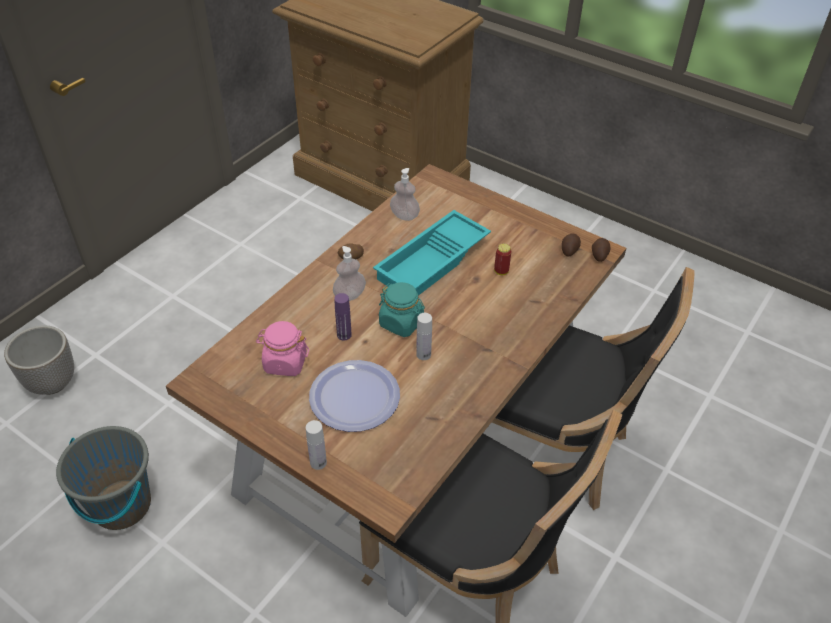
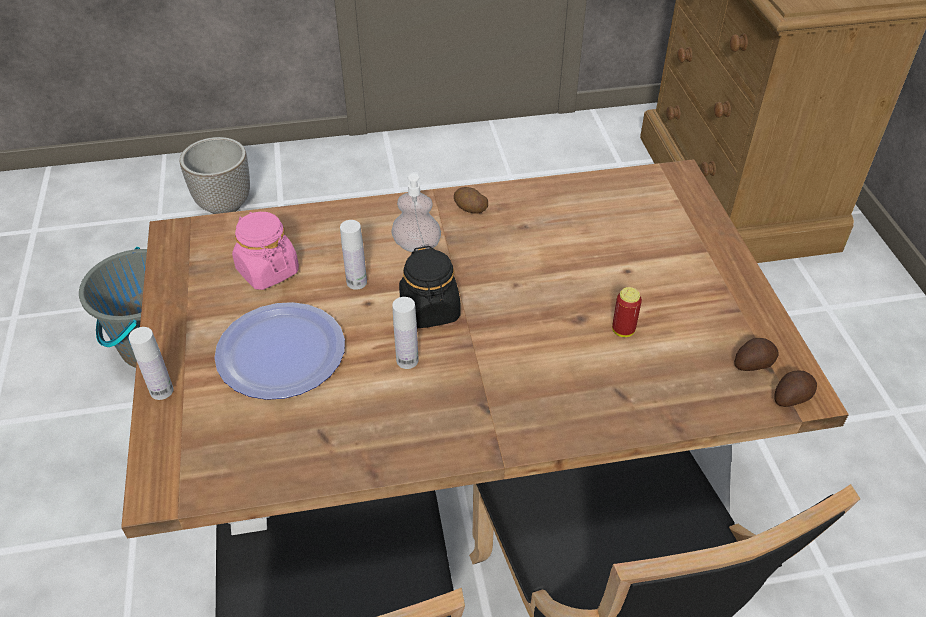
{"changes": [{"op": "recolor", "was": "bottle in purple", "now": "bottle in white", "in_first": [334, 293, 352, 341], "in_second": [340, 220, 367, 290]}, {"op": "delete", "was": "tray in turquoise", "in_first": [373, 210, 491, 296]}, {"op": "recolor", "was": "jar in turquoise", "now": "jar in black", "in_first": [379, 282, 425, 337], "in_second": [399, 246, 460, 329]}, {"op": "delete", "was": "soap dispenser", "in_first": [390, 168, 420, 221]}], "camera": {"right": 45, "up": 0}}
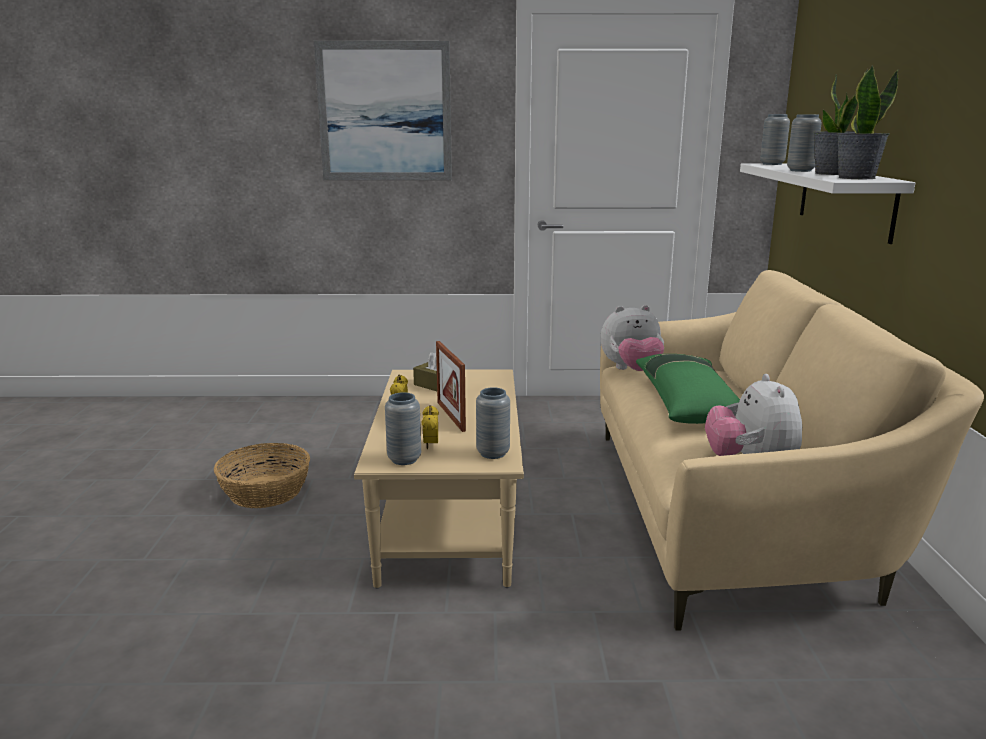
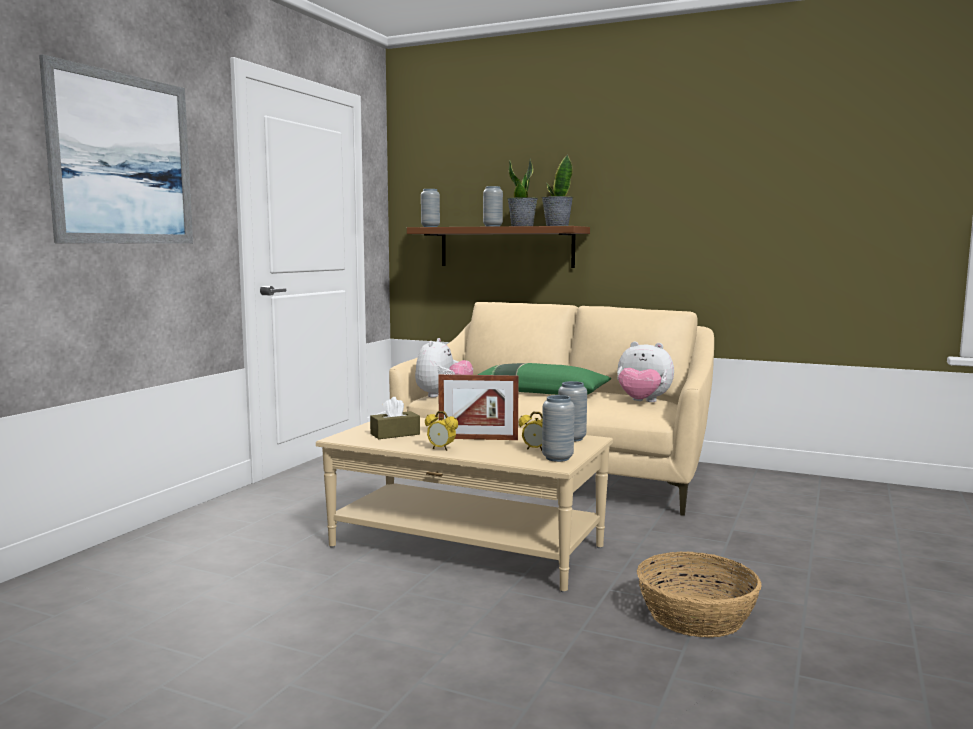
{"changes": [{"op": "move", "was": "basket", "in_first": [214, 443, 310, 508], "in_second": [637, 552, 762, 637]}, {"op": "recolor", "was": "shelf in white", "now": "shelf in brown", "in_first": [740, 164, 915, 244], "in_second": [407, 226, 590, 268]}], "camera": {"right": -65, "up": -10}}
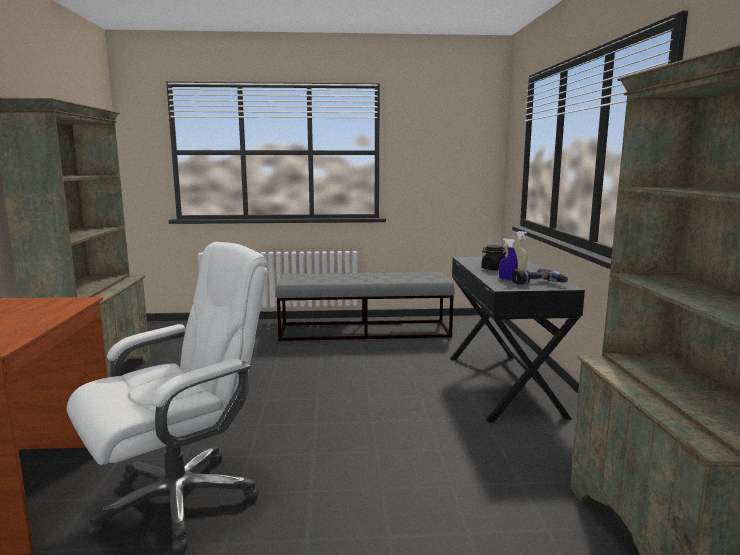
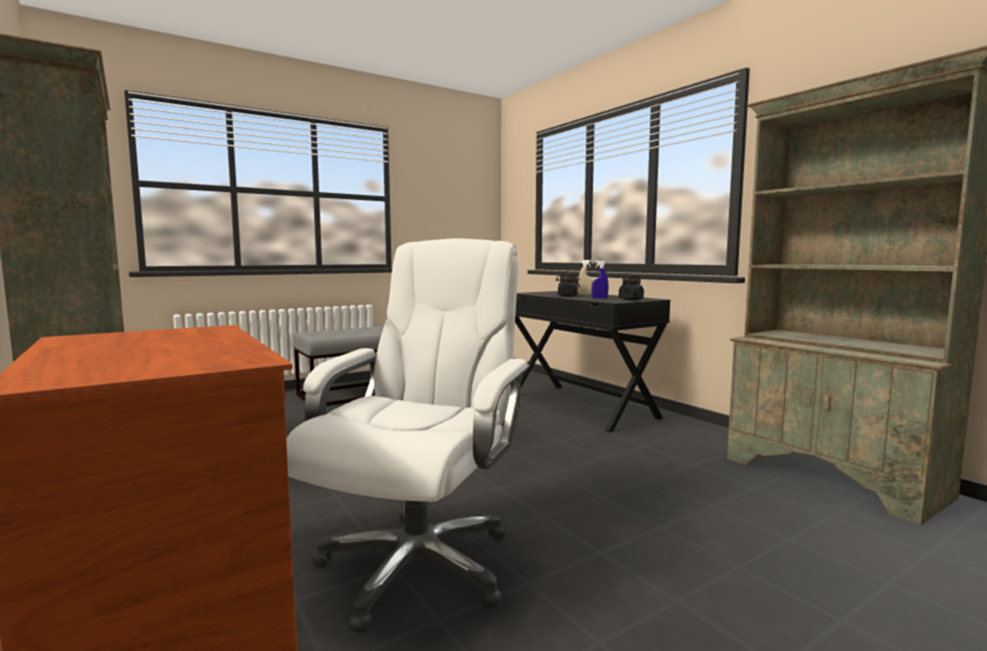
{"changes": [{"op": "replace", "was": "power drill", "now": "jar in black", "in_first": [512, 268, 568, 285], "in_second": [619, 275, 644, 300]}], "camera": {"right": -30, "up": -5}}
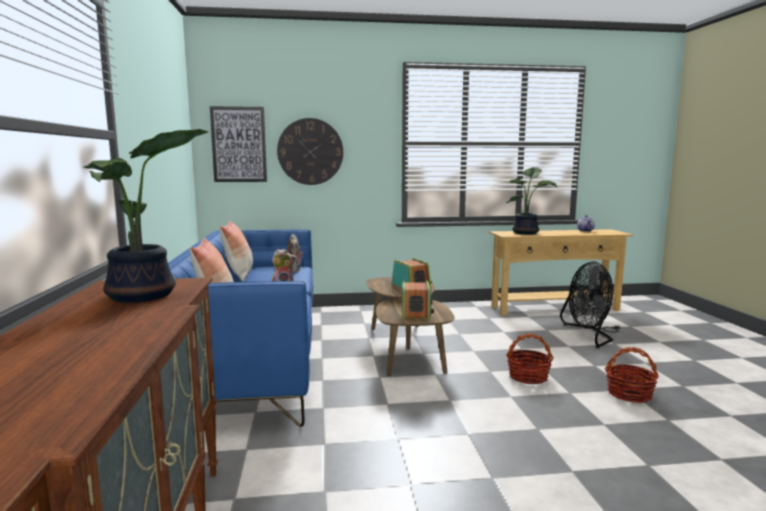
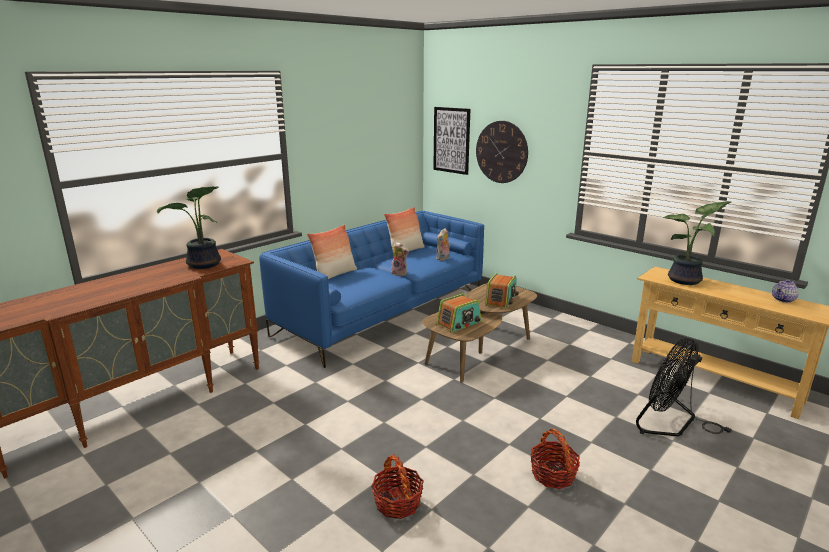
{"changes": [{"op": "move", "was": "basket", "in_first": [506, 333, 554, 384], "in_second": [371, 454, 424, 519]}], "camera": {"right": 50, "up": 10}}
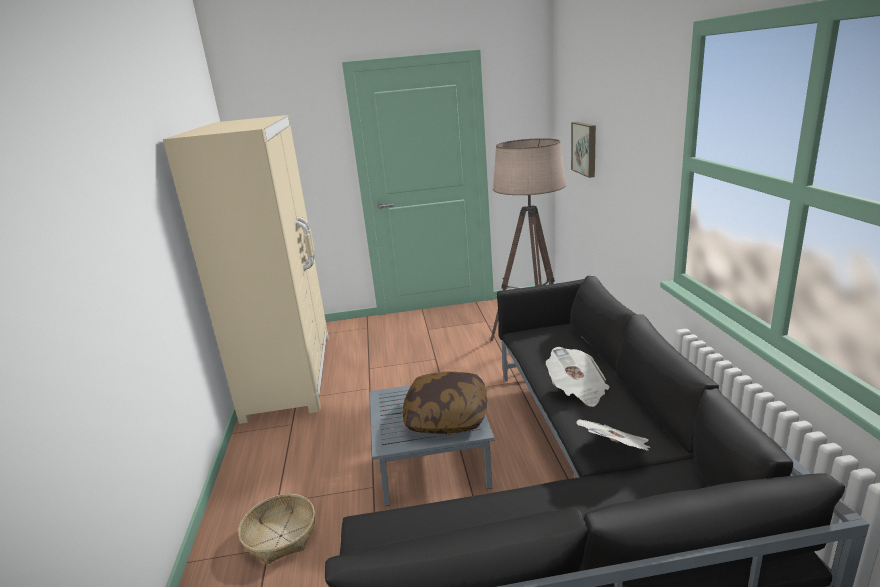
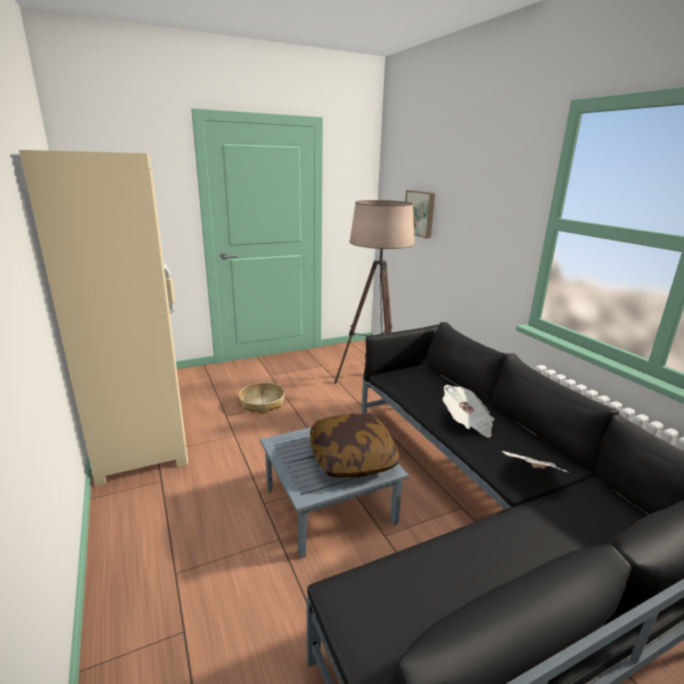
{"changes": [{"op": "move", "was": "basket", "in_first": [238, 494, 315, 564], "in_second": [239, 382, 285, 415]}], "camera": {"right": -20, "up": 0}}
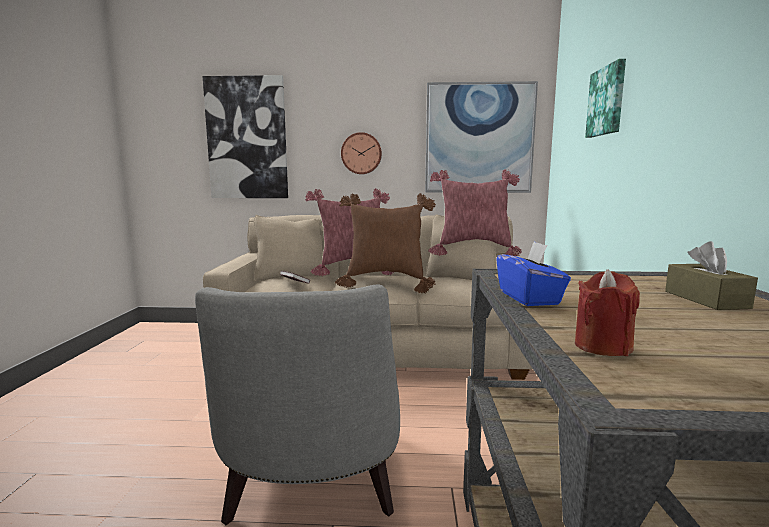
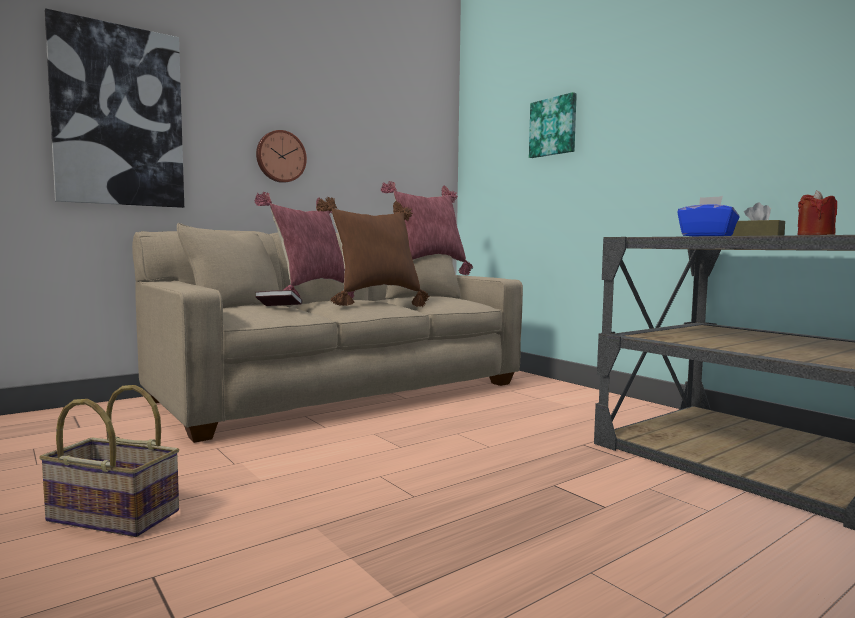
{"changes": [{"op": "delete", "was": "armchair in grey", "in_first": [195, 284, 400, 525]}, {"op": "delete", "was": "picture", "in_first": [425, 81, 538, 193]}, {"op": "insert", "now": "basket", "in_second": [39, 385, 179, 537]}], "camera": {"right": -40, "up": -5}}
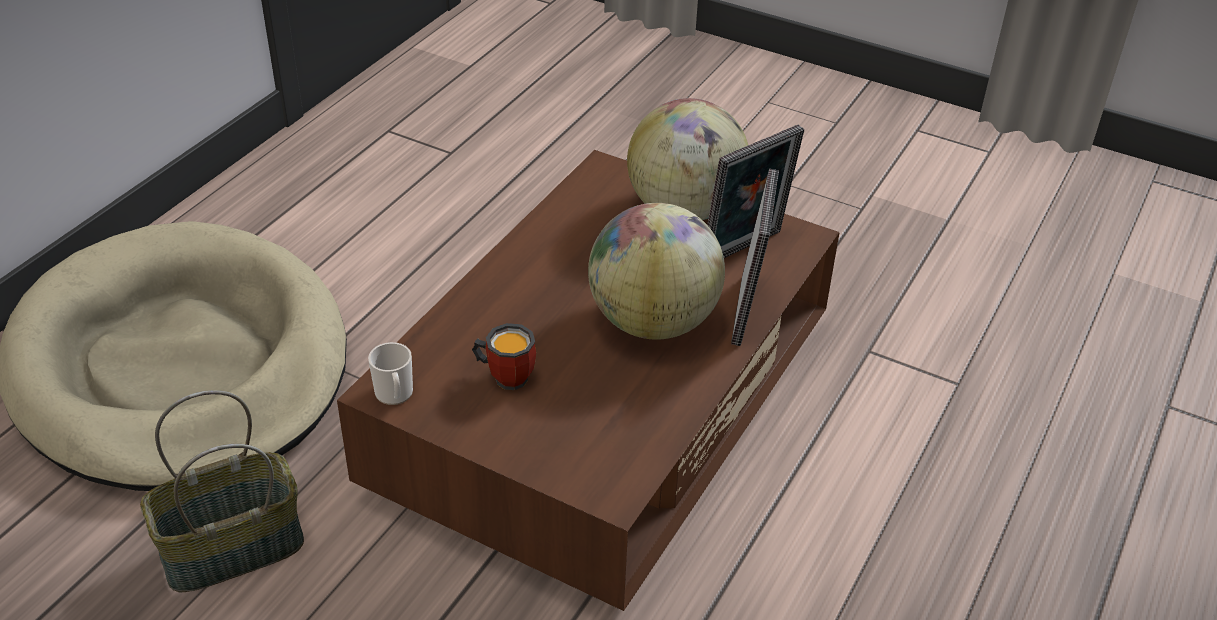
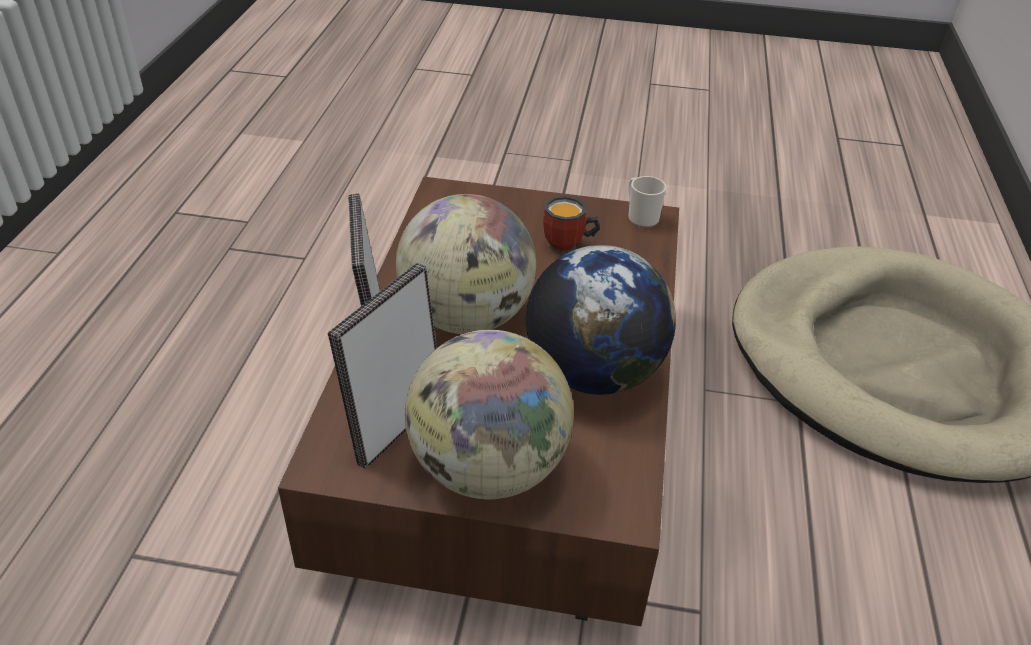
{"changes": [{"op": "delete", "was": "basket", "in_first": [140, 390, 304, 592]}, {"op": "insert", "now": "globe", "in_second": [526, 245, 676, 395]}], "camera": {"right": 160, "up": 0}}
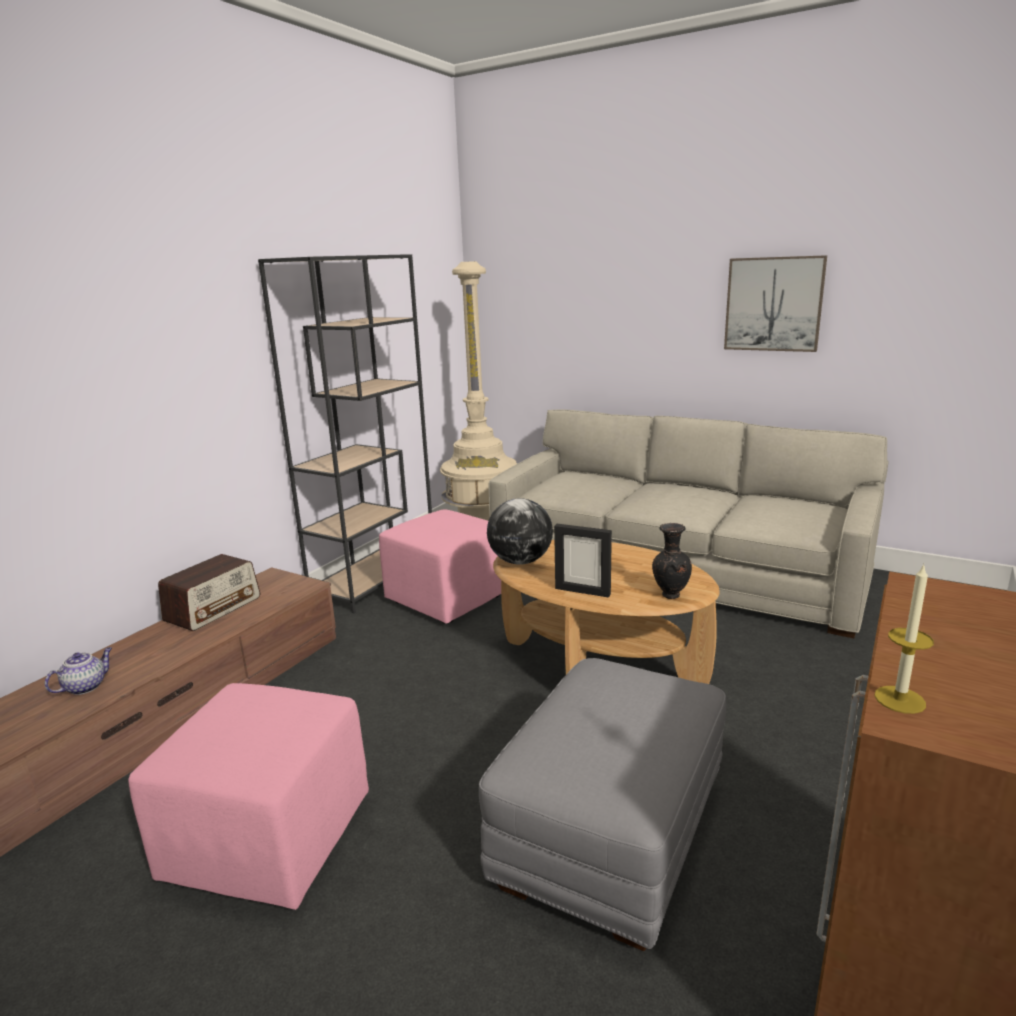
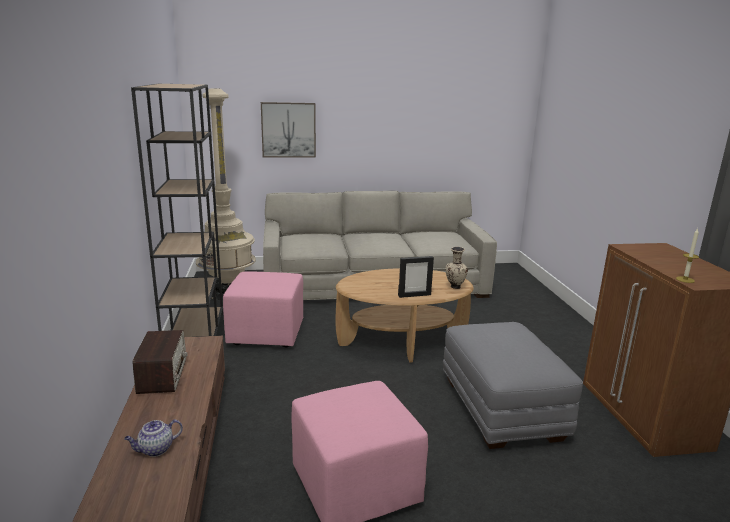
{"changes": [{"op": "rotate", "was": "teapot", "in_first": [45, 647, 112, 695], "in_second": [124, 420, 183, 457], "clockwise": -120}, {"op": "delete", "was": "globe", "in_first": [487, 498, 553, 565]}, {"op": "recolor", "was": "vase in black", "now": "vase in beige", "in_first": [652, 523, 692, 599], "in_second": [445, 247, 468, 289]}, {"op": "move", "was": "picture", "in_first": [724, 255, 827, 352], "in_second": [261, 102, 316, 158]}], "camera": {"right": -40, "up": 0}}
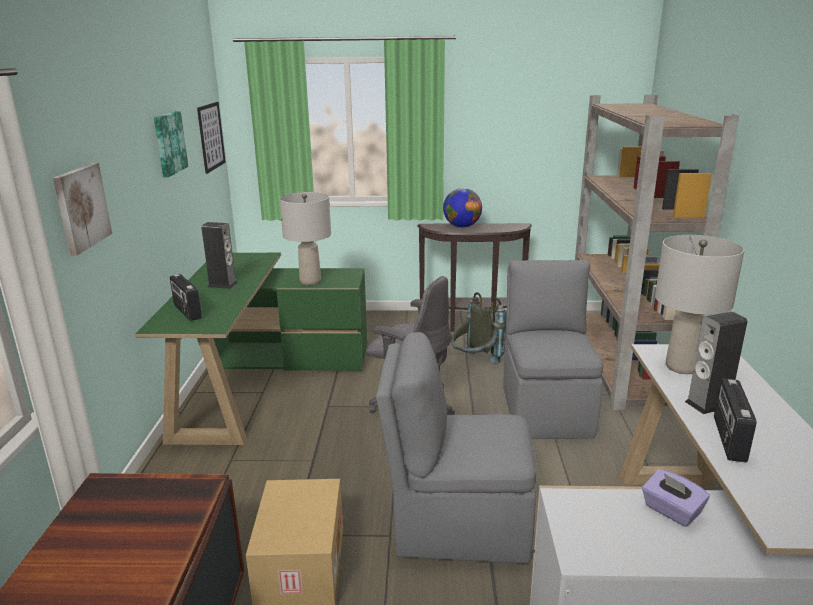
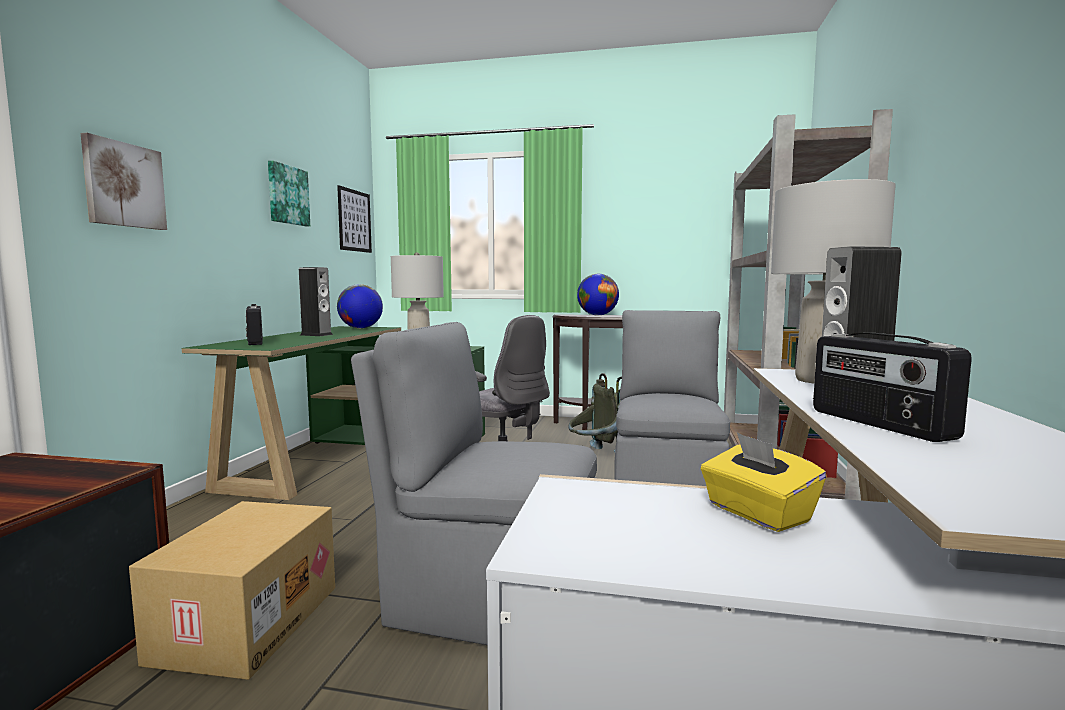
{"changes": [{"op": "recolor", "was": "tissue box in purple", "now": "tissue box in yellow", "in_first": [642, 469, 710, 527], "in_second": [701, 432, 827, 532]}, {"op": "rotate", "was": "radio", "in_first": [714, 379, 756, 463], "in_second": [813, 333, 972, 442], "clockwise": -45}, {"op": "insert", "now": "globe", "in_second": [337, 284, 383, 328]}], "camera": {"right": 10, "up": -15}}
